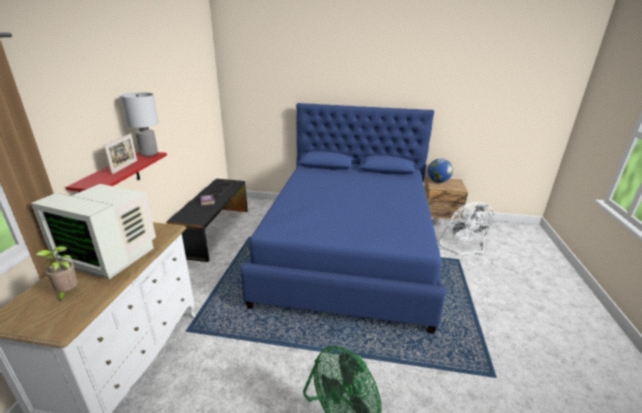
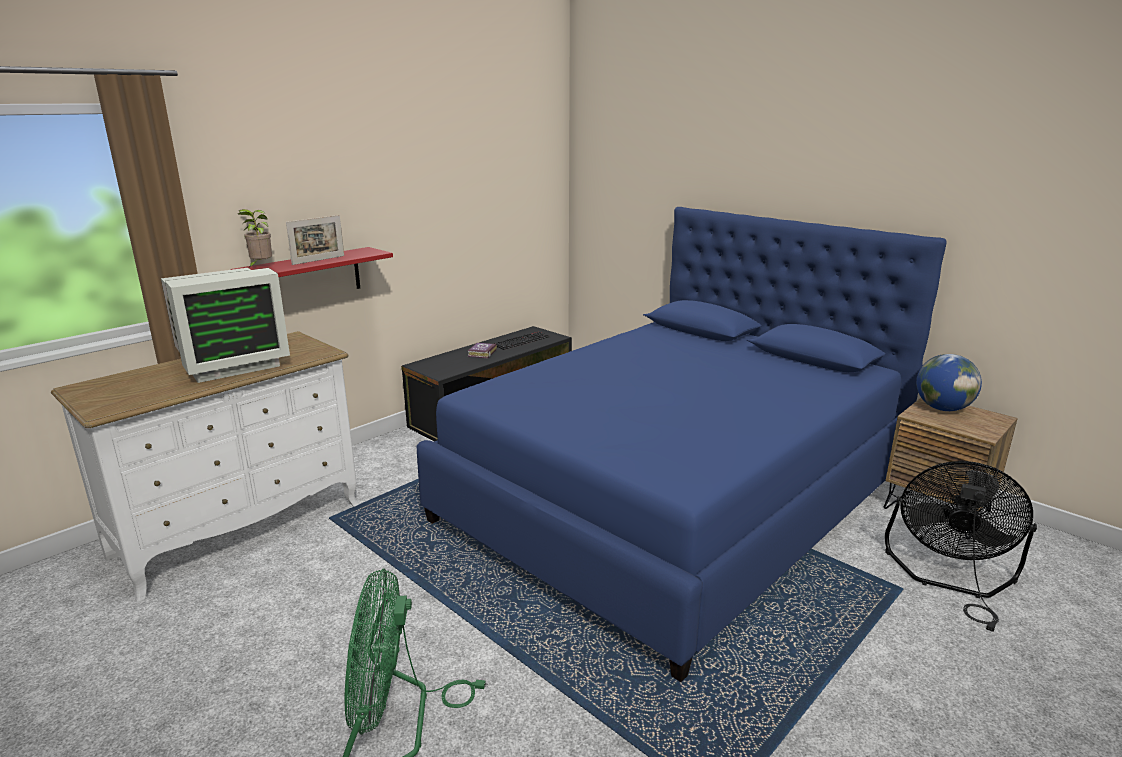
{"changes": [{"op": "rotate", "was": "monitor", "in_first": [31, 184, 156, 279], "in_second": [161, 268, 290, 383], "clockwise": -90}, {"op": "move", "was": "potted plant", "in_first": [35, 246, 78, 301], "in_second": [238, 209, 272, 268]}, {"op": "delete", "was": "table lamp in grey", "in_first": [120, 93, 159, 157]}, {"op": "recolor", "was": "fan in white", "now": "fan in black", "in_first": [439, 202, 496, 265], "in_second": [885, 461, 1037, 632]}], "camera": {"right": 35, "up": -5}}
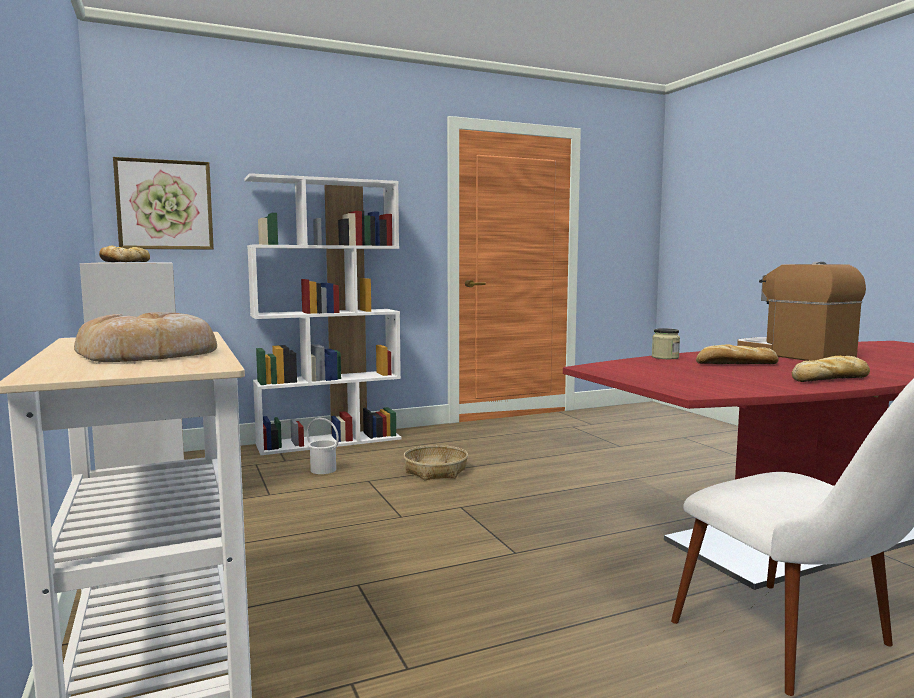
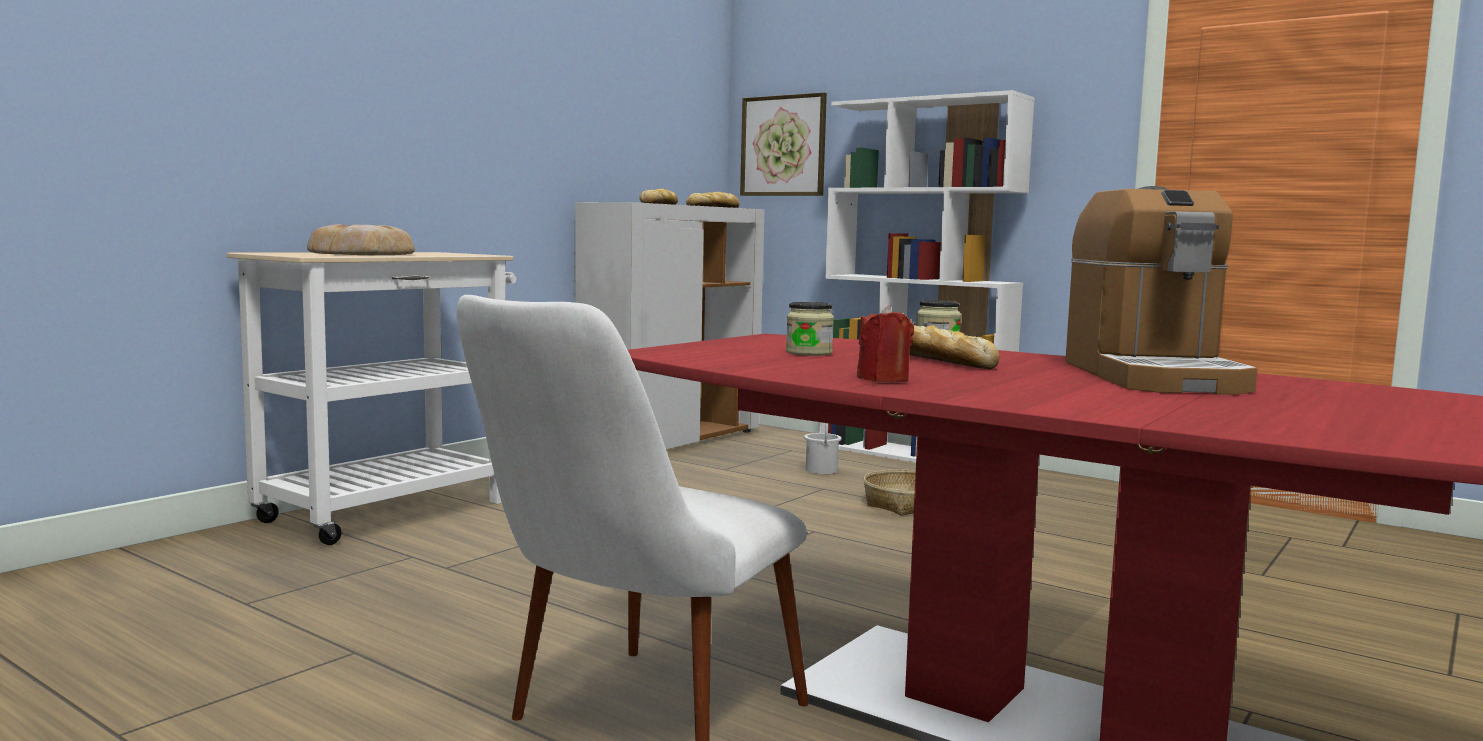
{"changes": [{"op": "rotate", "was": "coffee machine", "in_first": [737, 262, 866, 361], "in_second": [1065, 186, 1257, 395], "clockwise": 150}, {"op": "replace", "was": "bread", "now": "candle in red", "in_first": [792, 356, 870, 382], "in_second": [857, 305, 914, 383]}, {"op": "insert", "now": "jar", "in_second": [786, 302, 834, 356]}], "camera": {"right": 60, "up": 0}}
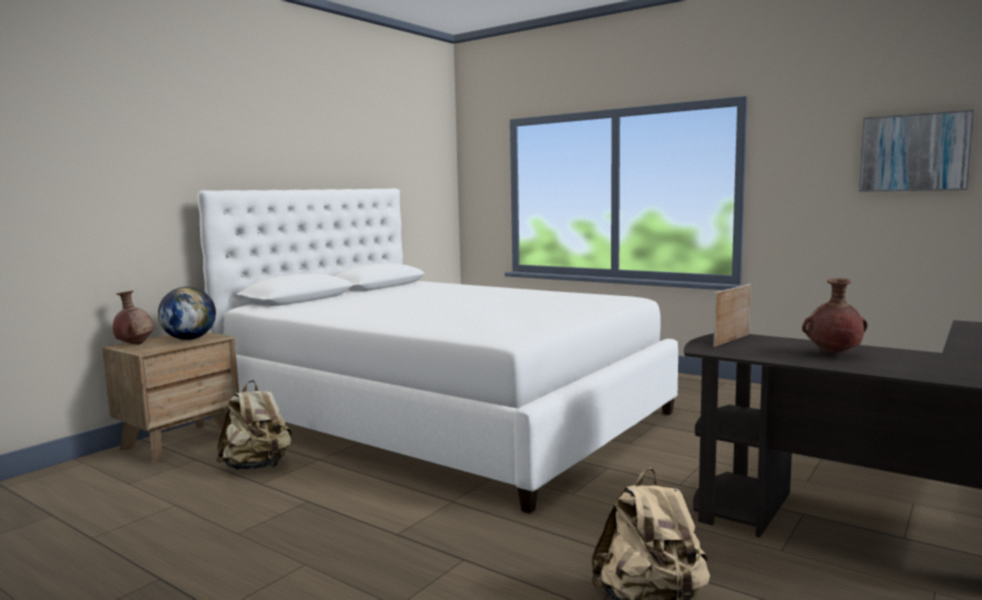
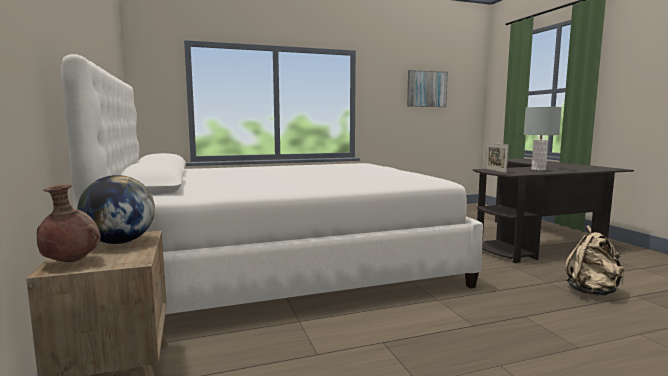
{"changes": [{"op": "delete", "was": "backpack in beige", "in_first": [216, 380, 292, 470]}, {"op": "replace", "was": "vase in brown", "now": "table lamp in grey", "in_first": [802, 278, 868, 353], "in_second": [524, 107, 562, 170]}], "camera": {"right": -55, "up": 0}}
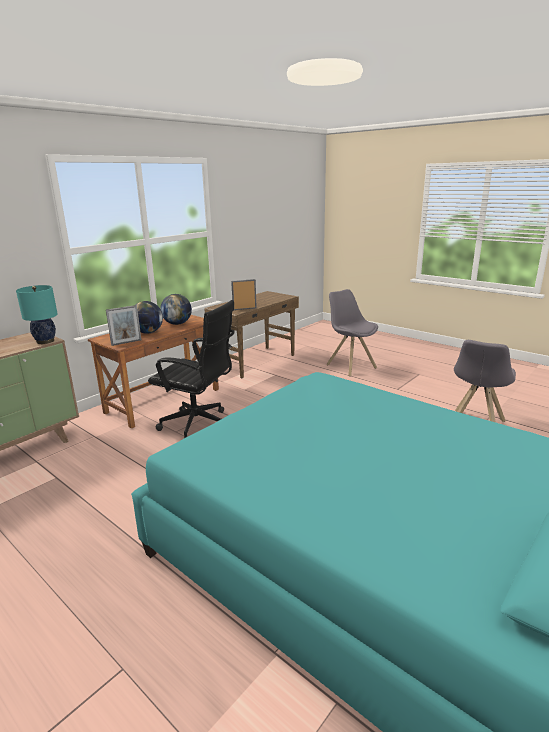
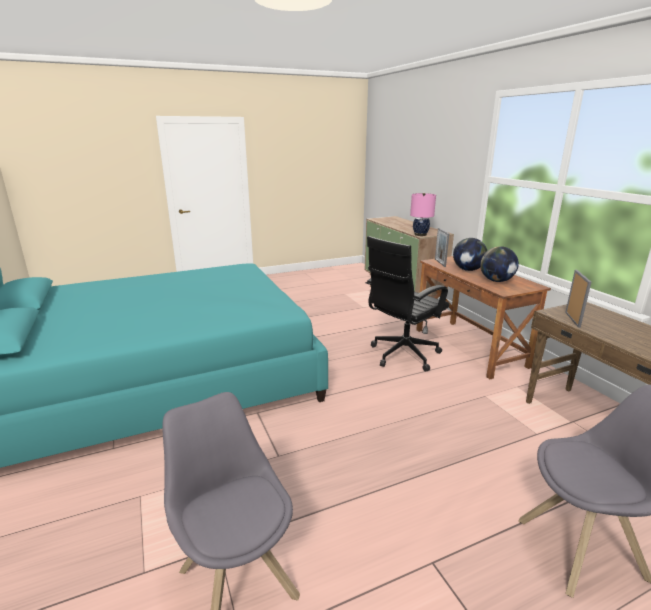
{"changes": [{"op": "recolor", "was": "table lamp in turquoise", "now": "table lamp in pink", "in_first": [16, 285, 58, 344], "in_second": [410, 193, 436, 236]}], "camera": {"right": 115, "up": 0}}
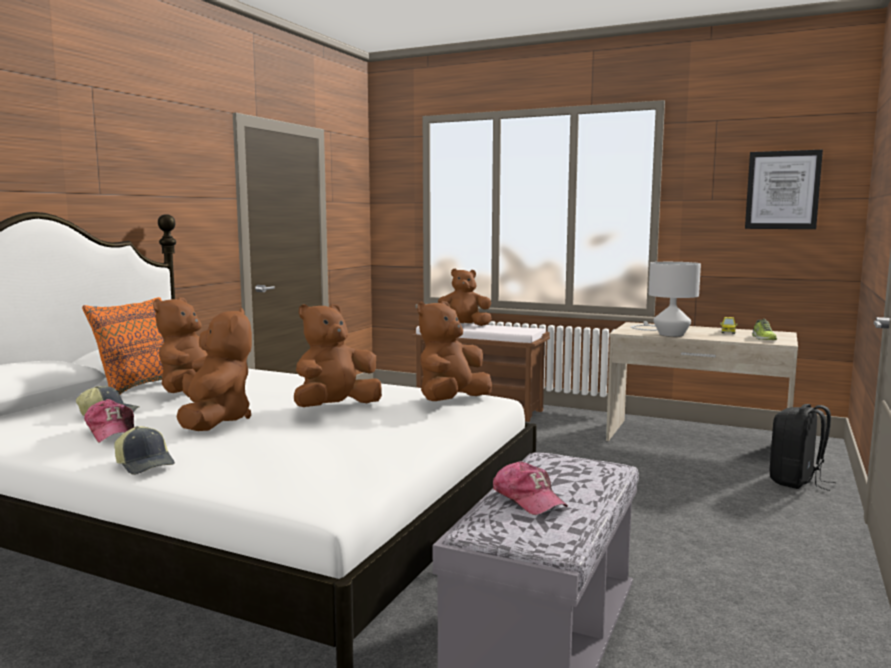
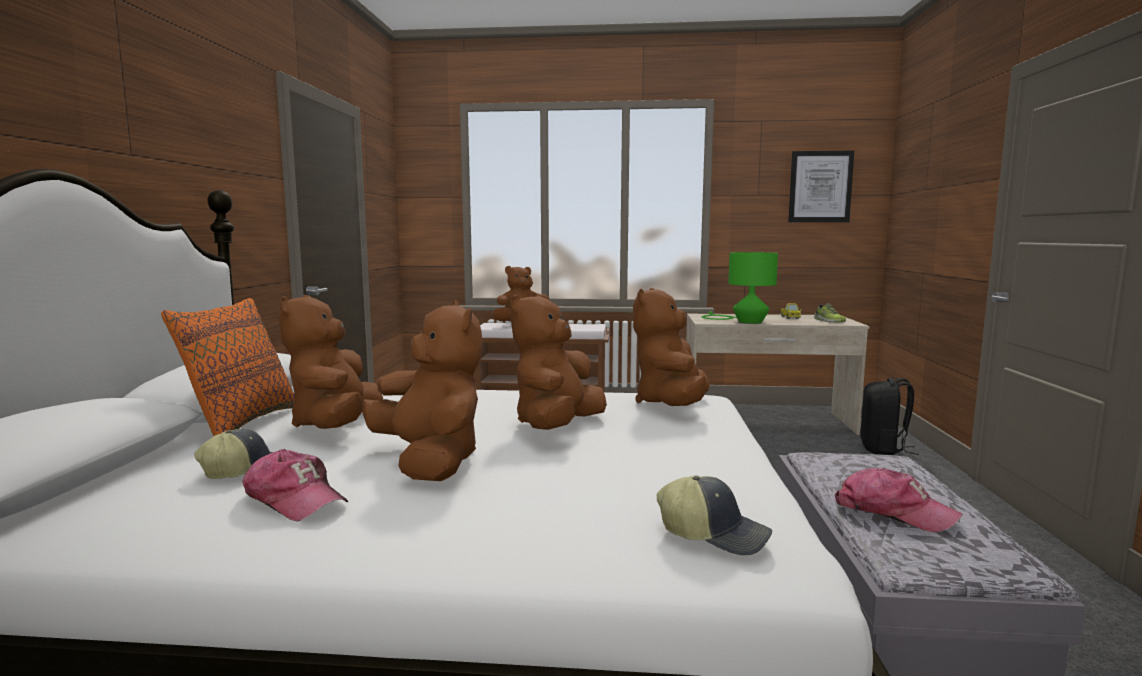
{"changes": [{"op": "move", "was": "cap", "in_first": [114, 426, 175, 475], "in_second": [657, 475, 773, 555]}, {"op": "recolor", "was": "table lamp in grey", "now": "table lamp in green", "in_first": [630, 262, 701, 337], "in_second": [702, 252, 778, 324]}], "camera": {"right": -20, "up": 0}}
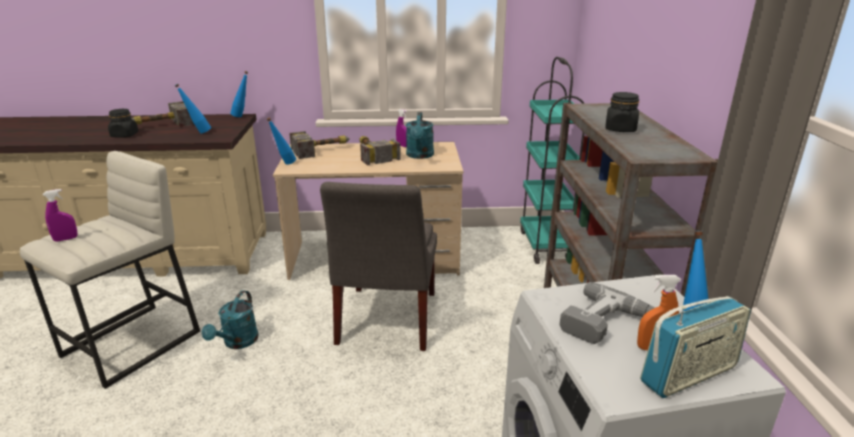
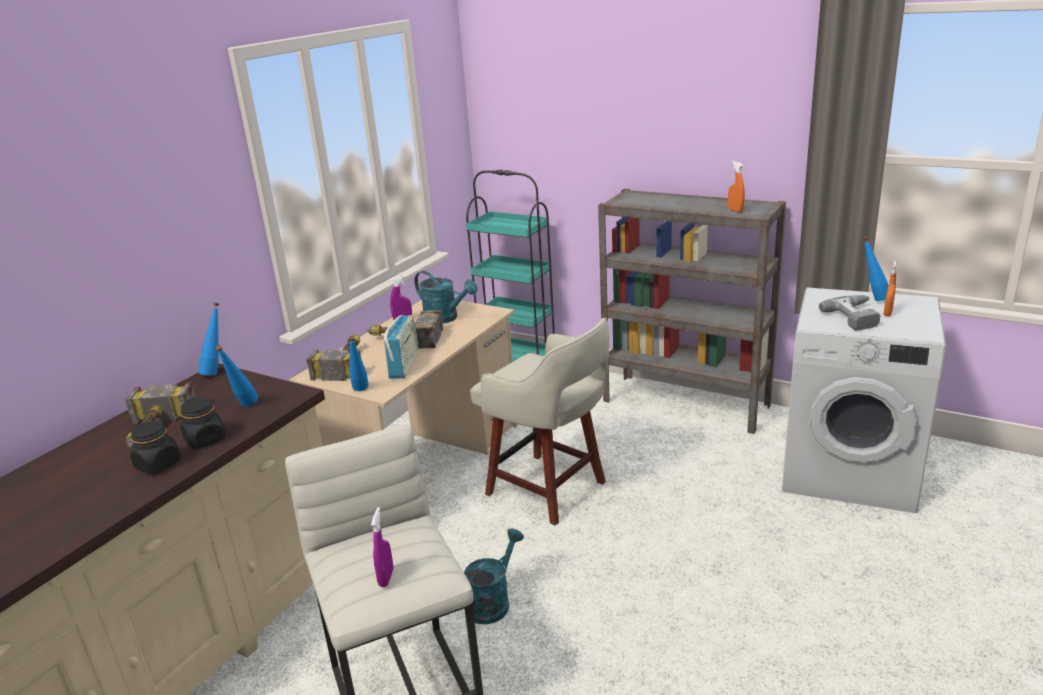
{"changes": [{"op": "rotate", "was": "watering can in turquoise", "in_first": [202, 290, 259, 349], "in_second": [464, 528, 524, 624], "clockwise": -105}, {"op": "replace", "was": "chair in grey", "now": "stool in beige", "in_first": [320, 182, 437, 351], "in_second": [470, 318, 610, 526]}, {"op": "move", "was": "jar in black", "in_first": [605, 92, 639, 132], "in_second": [180, 397, 226, 449]}, {"op": "move", "was": "radio", "in_first": [640, 296, 751, 398], "in_second": [384, 315, 419, 379]}, {"op": "insert", "now": "spray bottle in orange", "in_second": [728, 161, 745, 213]}], "camera": {"right": -55, "up": 0}}
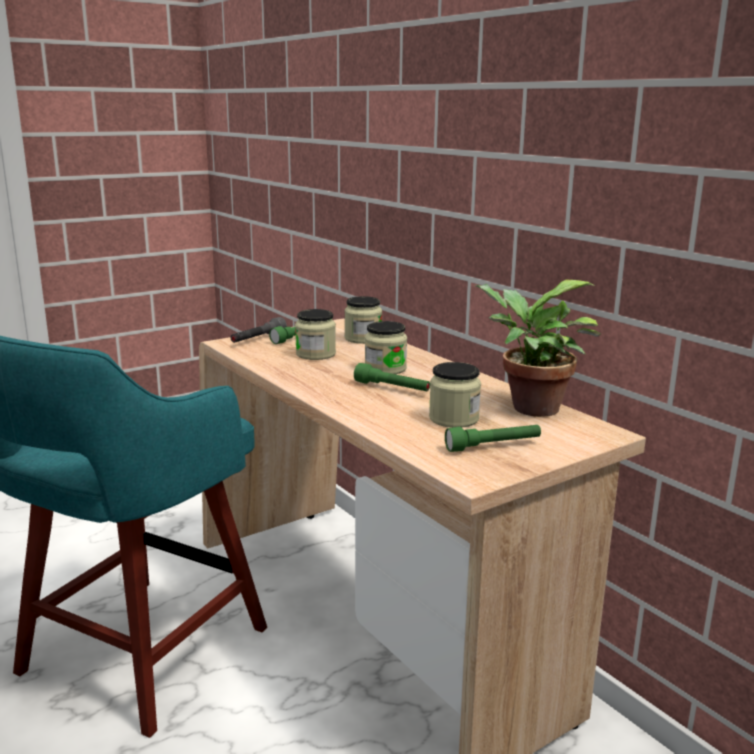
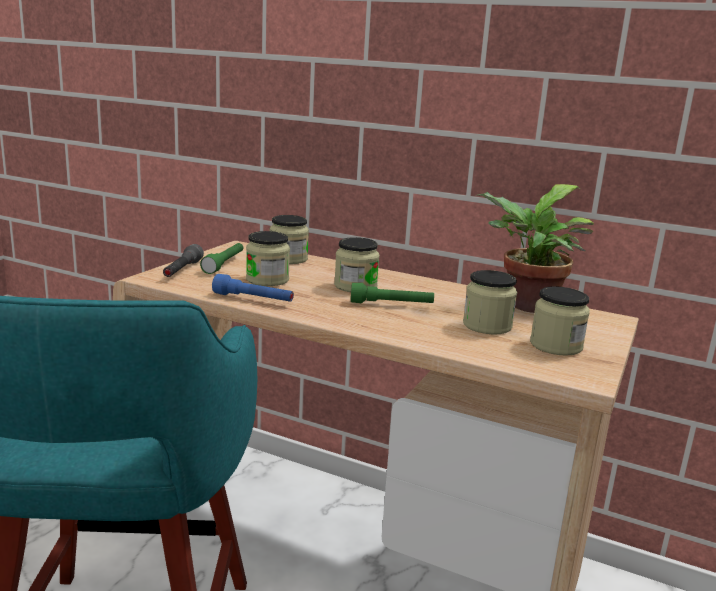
{"changes": [{"op": "replace", "was": "flashlight in green", "now": "jar", "in_first": [445, 425, 541, 452], "in_second": [530, 286, 590, 356]}, {"op": "insert", "now": "flashlight in blue", "in_second": [212, 274, 294, 302]}], "camera": {"right": -30, "up": 0}}
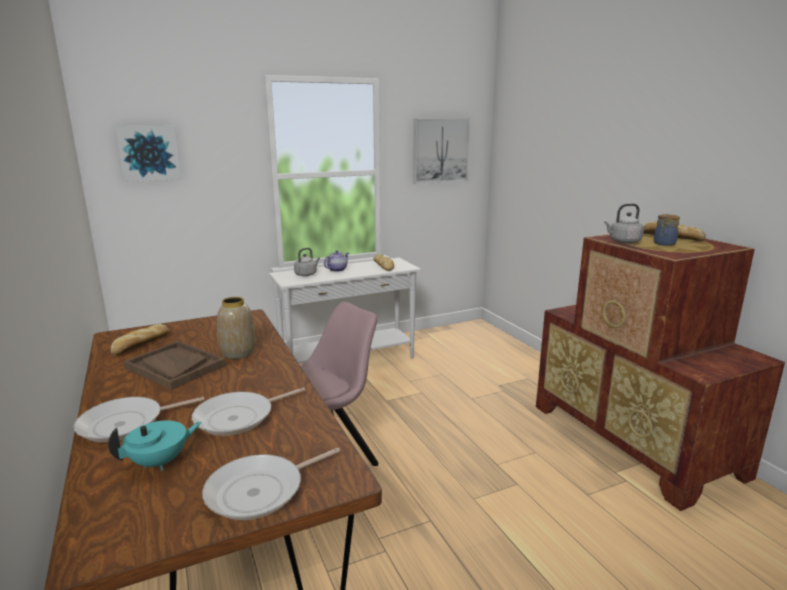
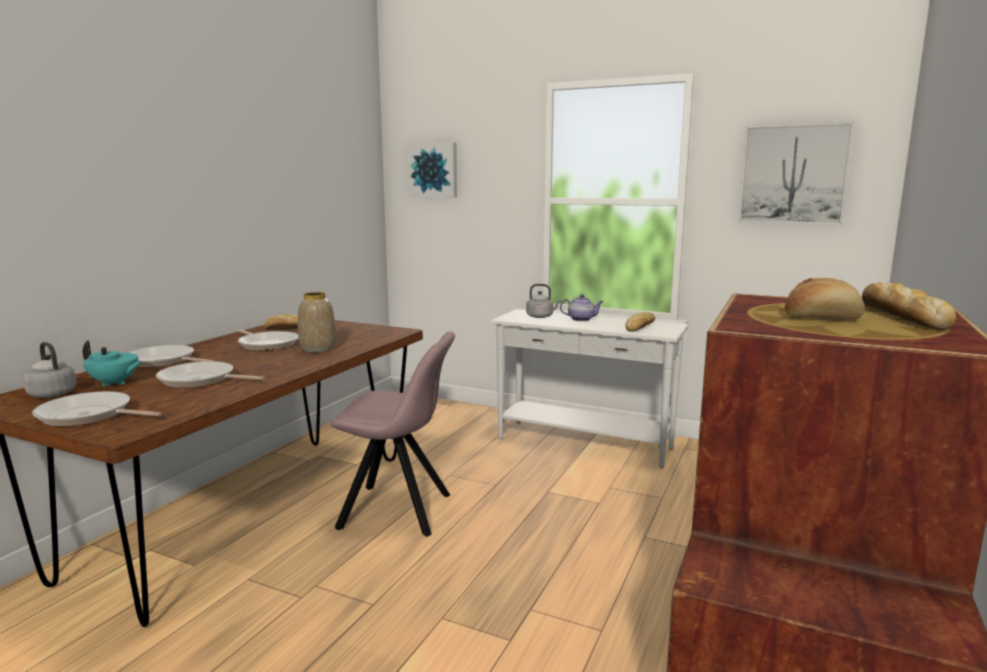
{"changes": [{"op": "replace", "was": "tray in brown", "now": "frying pan", "in_first": [123, 341, 226, 390], "in_second": [238, 330, 299, 351]}, {"op": "move", "was": "kettle in grey", "in_first": [604, 203, 644, 243], "in_second": [23, 342, 76, 398]}, {"op": "replace", "was": "jar", "now": "bread", "in_first": [654, 214, 680, 246], "in_second": [785, 278, 865, 320]}], "camera": {"right": 50, "up": -5}}
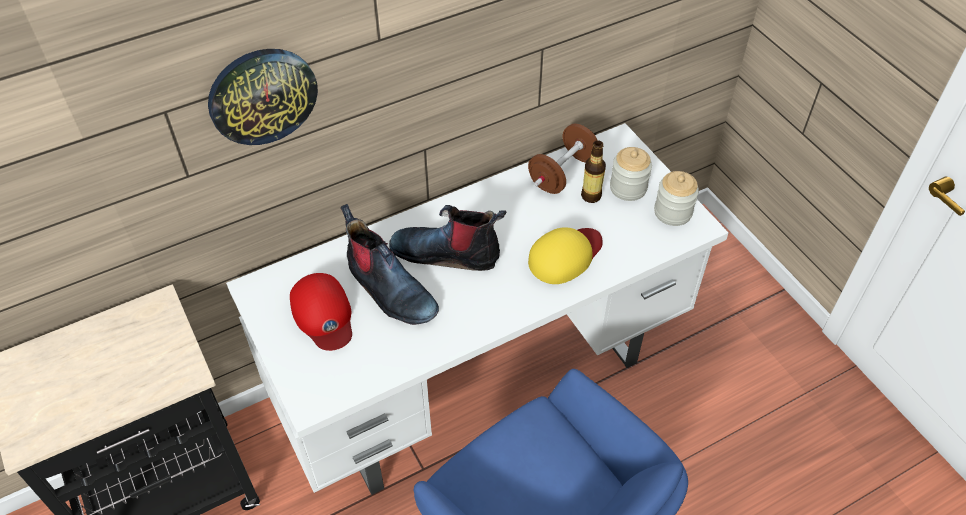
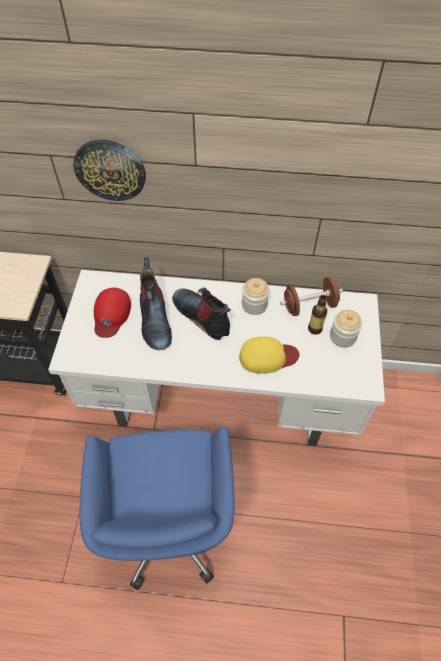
{"changes": [{"op": "move", "was": "jar", "in_first": [654, 171, 699, 226], "in_second": [242, 278, 270, 315]}], "camera": {"right": 35, "up": 5}}
